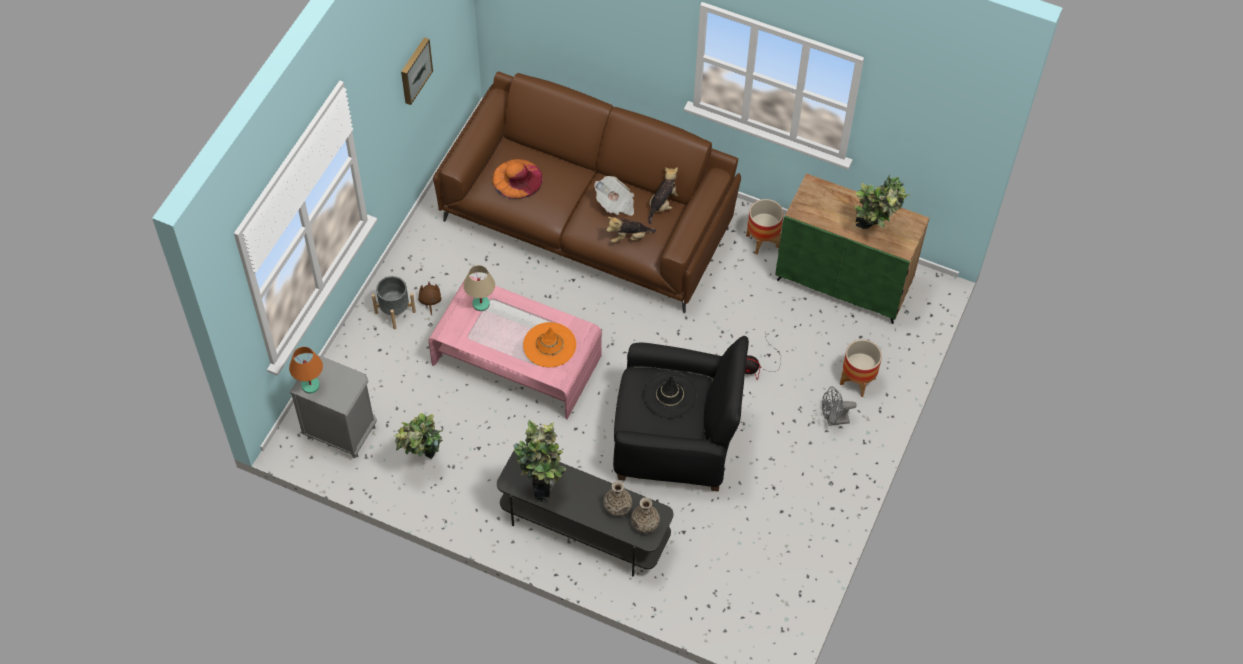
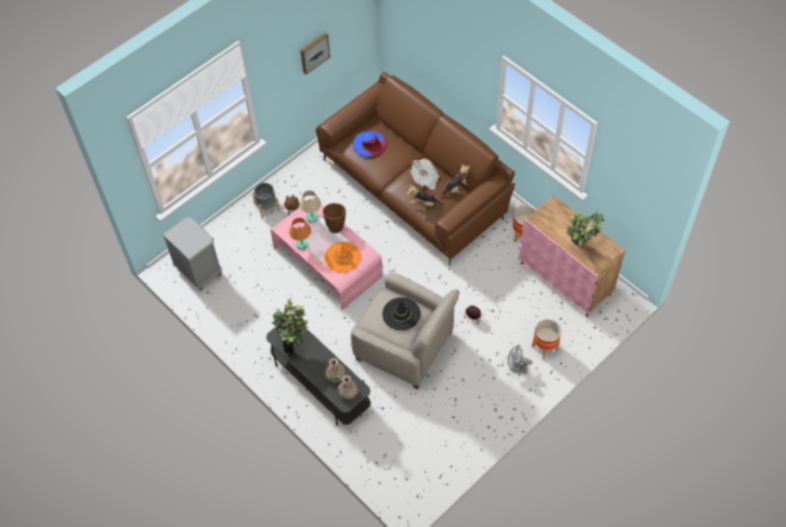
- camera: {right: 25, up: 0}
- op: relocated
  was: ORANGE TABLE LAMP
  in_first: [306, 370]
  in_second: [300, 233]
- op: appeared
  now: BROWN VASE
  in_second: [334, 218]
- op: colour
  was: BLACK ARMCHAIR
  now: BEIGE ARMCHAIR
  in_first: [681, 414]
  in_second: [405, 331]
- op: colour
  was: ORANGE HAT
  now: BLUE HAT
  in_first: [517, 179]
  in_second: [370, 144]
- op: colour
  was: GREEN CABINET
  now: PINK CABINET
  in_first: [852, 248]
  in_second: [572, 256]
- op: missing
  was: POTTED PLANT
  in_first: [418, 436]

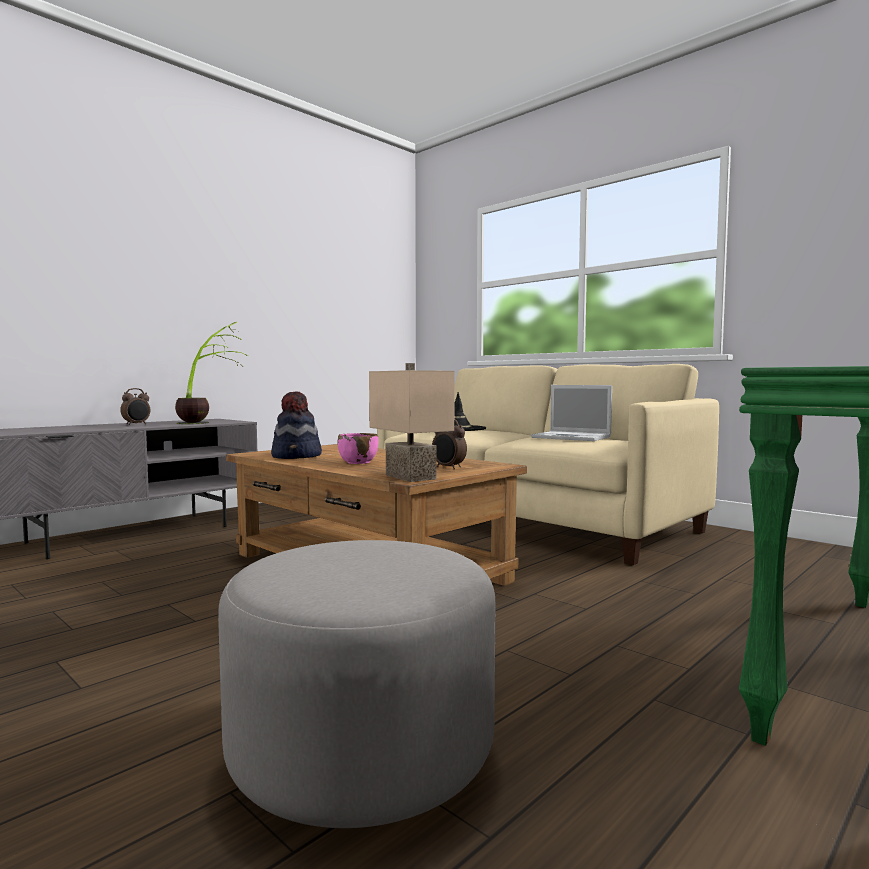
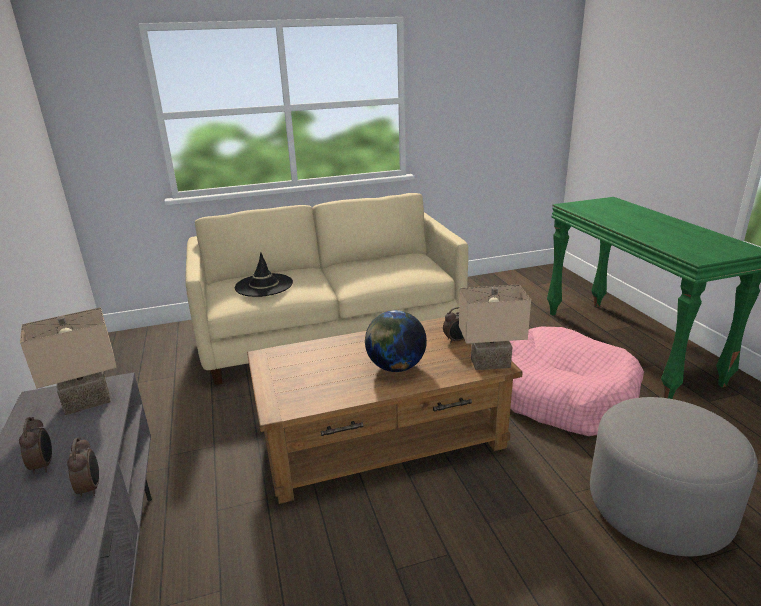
- camera: {right: -60, up: 20}
- op: exchanged
  was: POTTED PLANT
  now: BEIGE TABLE LAMP
  in_first: [211, 373]
  in_second: [68, 361]
- op: appeared
  now: ALARM CLOCK
  in_second: [83, 467]
- op: exchanged
  was: PINK BOWL
  now: GLOBE
  in_first: [358, 448]
  in_second: [396, 341]
- op: appeared
  now: PINK DOG BED
  in_second: [577, 381]
- op: missing
  was: HAT
  in_first: [296, 425]
- op: missing
  was: LAPTOP
  in_first: [571, 413]

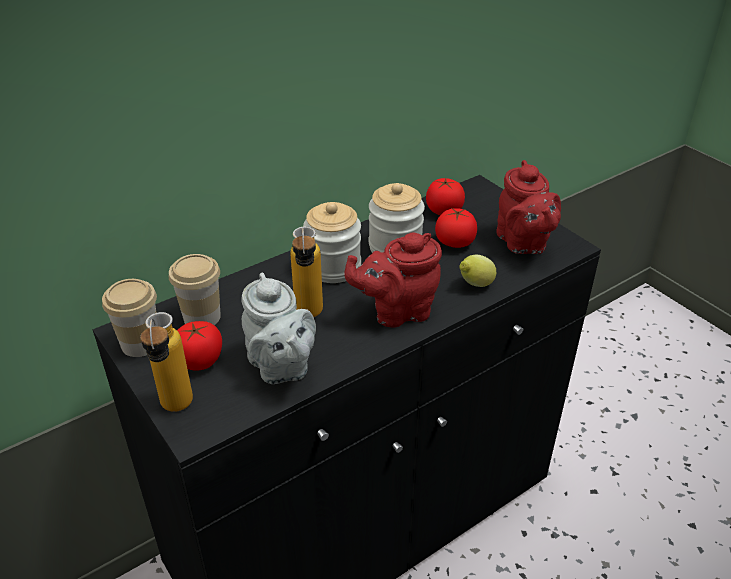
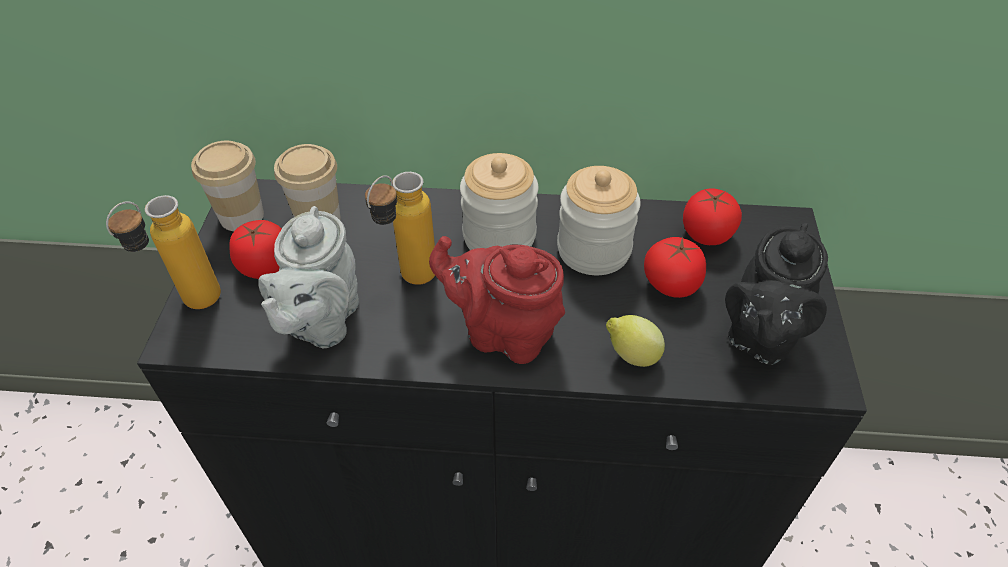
- camera: {right: 40, up: 10}
- op: colour
  was: RED TEAPOT
  now: BLACK TEAPOT
  in_first: [528, 207]
  in_second: [776, 294]

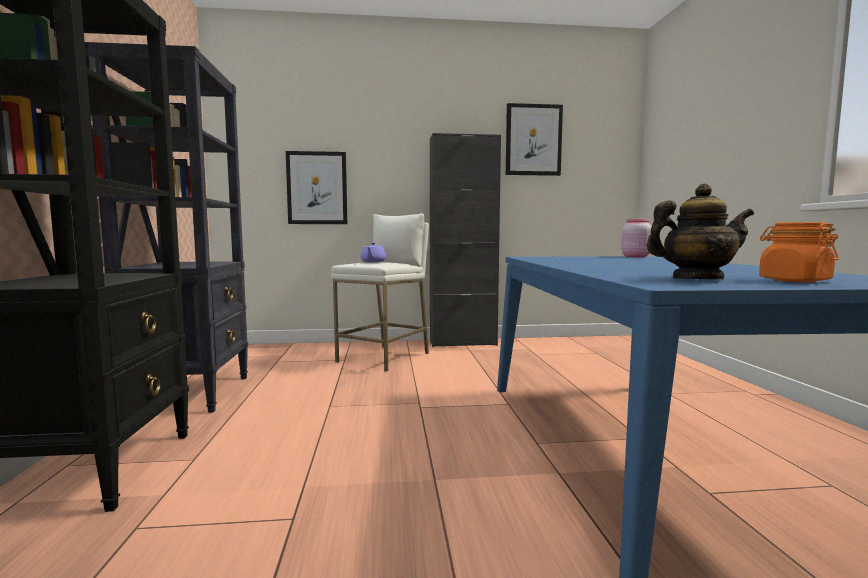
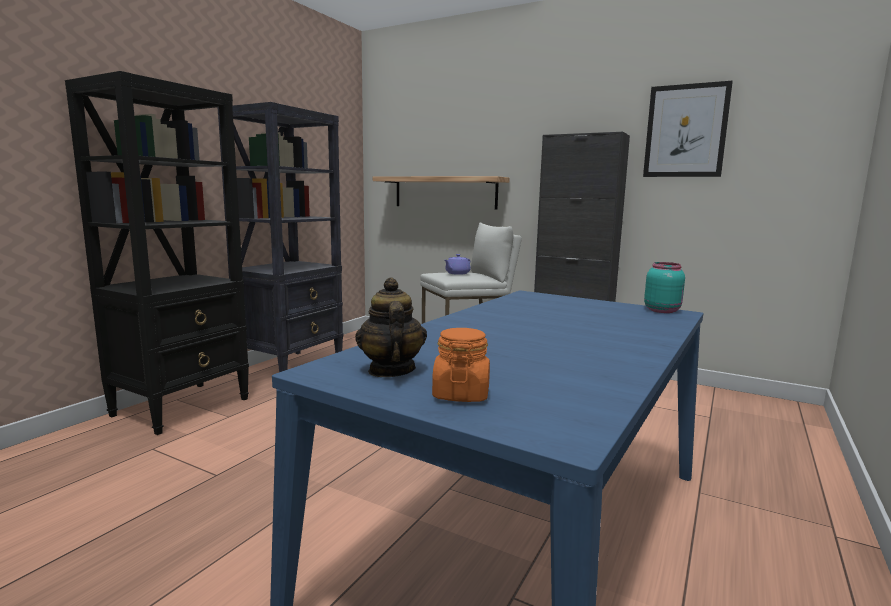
- camera: {right: 35, up: 5}
- op: spun
  was: TEAPOT
  in_first: [700, 231]
  in_second: [391, 327]
  clockwise: -135
- op: exchanged
  was: PICTURE
  now: SHELF
  in_first: [316, 187]
  in_second: [441, 192]
- op: colour
  was: PINK JAR
  now: TURQUOISE JAR
  in_first: [636, 238]
  in_second: [664, 287]

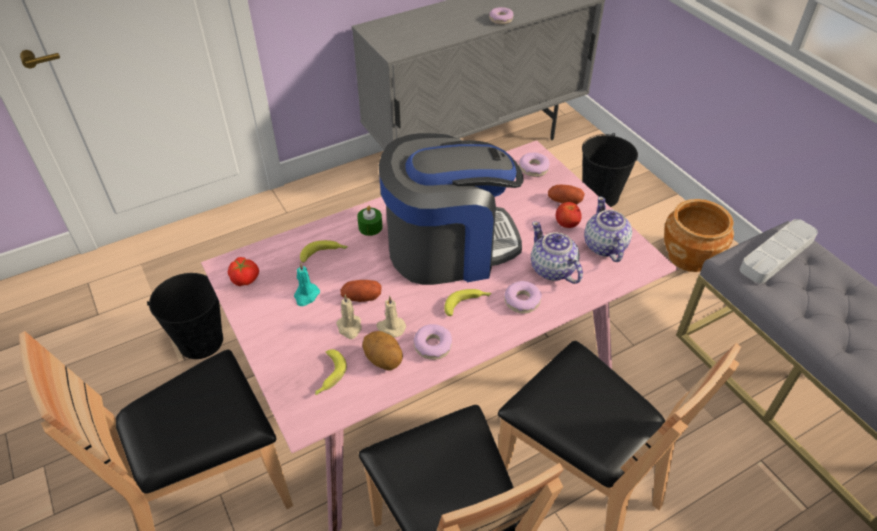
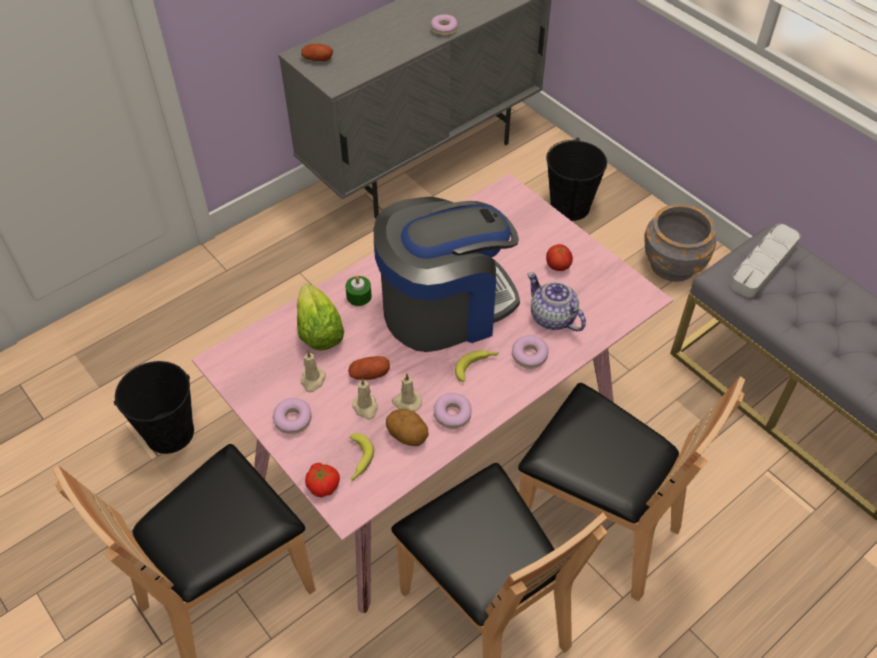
- camera: {right: -10, up: 5}
- op: relocated
  was: DONUT
  in_first: [534, 165]
  in_second: [292, 416]
- op: exchanged
  was: BANANA
  now: LETTUCE
  in_first: [324, 251]
  in_second: [320, 317]
- op: relocated
  was: POTATO
  in_first: [566, 194]
  in_second: [317, 52]
- op: colour
  was: TURQUOISE CANDLE
  now: BEIGE CANDLE
  in_first: [307, 284]
  in_second: [313, 372]
- op: relocated
  was: TOMATO
  in_first: [243, 271]
  in_second: [322, 480]
- op: colour
  was: BROWN PLANTER
  now: GREY PLANTER
  in_first: [699, 235]
  in_second: [680, 243]
- op: missing
  was: TEAPOT
  in_first: [608, 229]

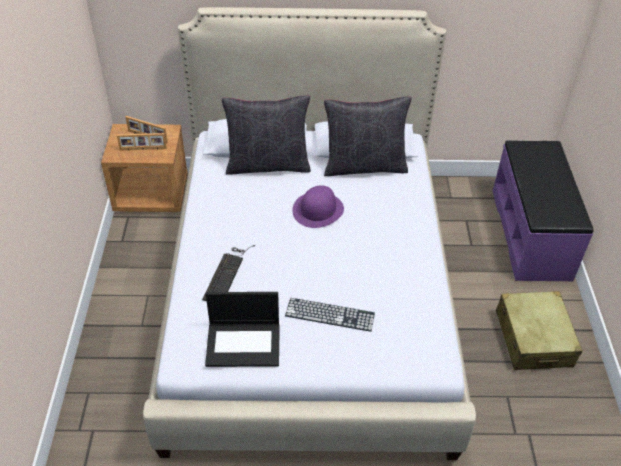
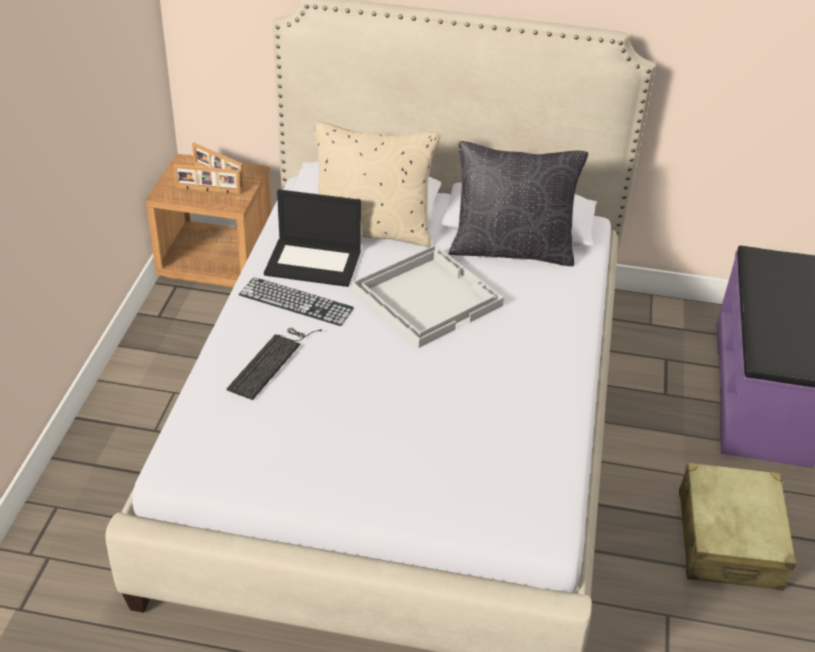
- camera: {right: 10, up: -5}
- op: relocated
  was: KEYBOARD
  in_first: [330, 315]
  in_second: [296, 301]
- op: relocated
  was: LAPTOP
  in_first: [242, 329]
  in_second: [312, 238]
- op: colour
  was: BLACK PILLOW
  now: BEIGE PILLOW
  in_first: [266, 135]
  in_second: [377, 184]
- op: exchanged
  was: PURPLE HAT
  now: WHITE TRAY
  in_first: [318, 206]
  in_second: [428, 296]

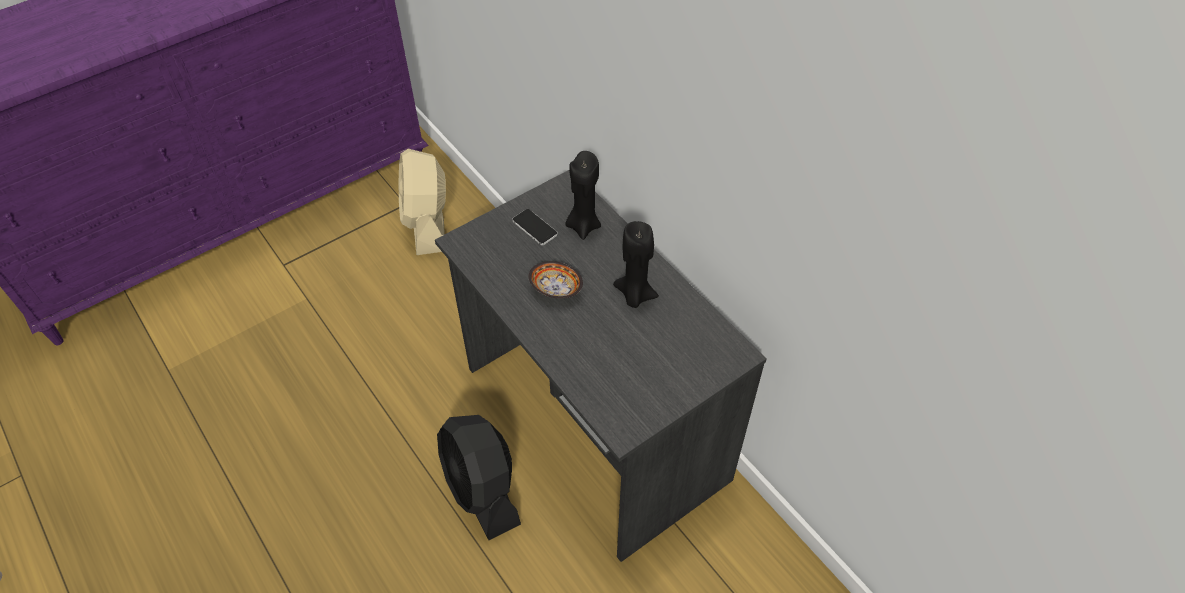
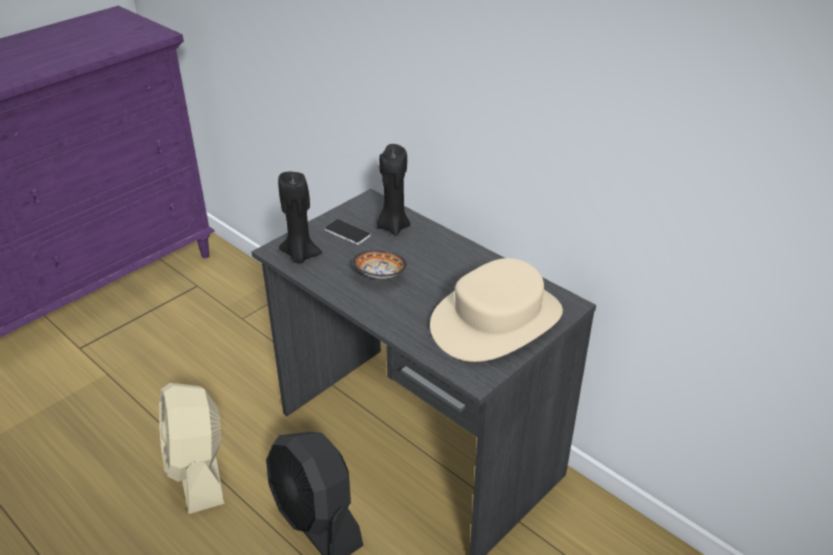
- camera: {right: -10, up: -15}
- op: relocated
  was: BEIGE FAN
  in_first: [422, 202]
  in_second: [191, 448]
- op: relocated
  was: BLACK CANDLE
  in_first: [636, 264]
  in_second: [300, 217]
- op: appeared
  now: BEIGE HAT
  in_second: [496, 310]

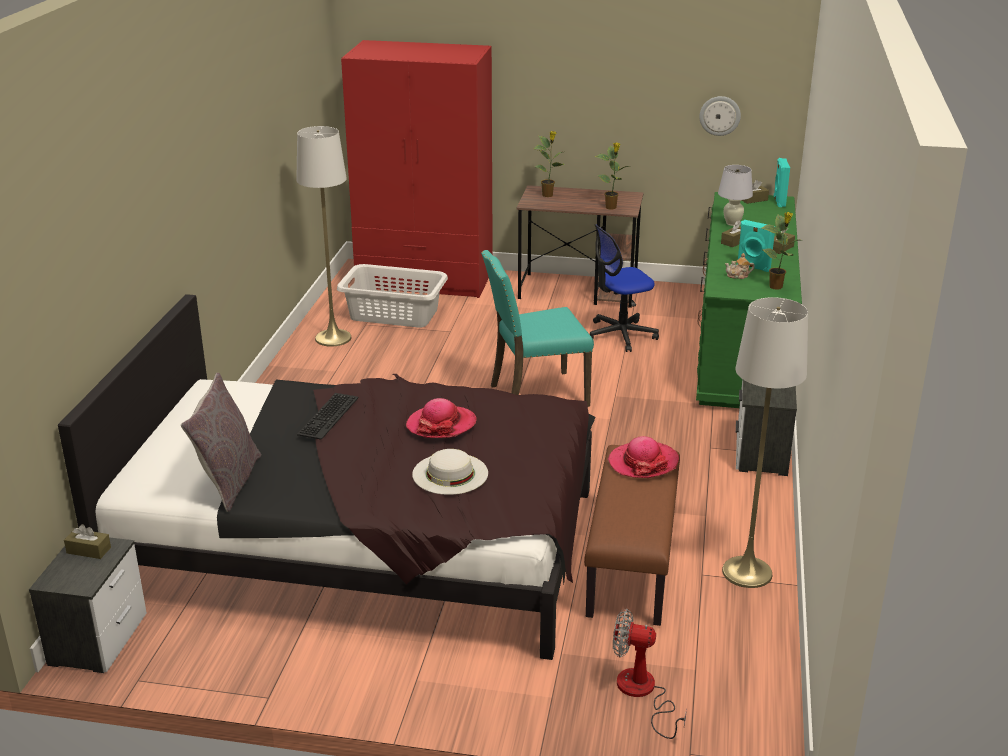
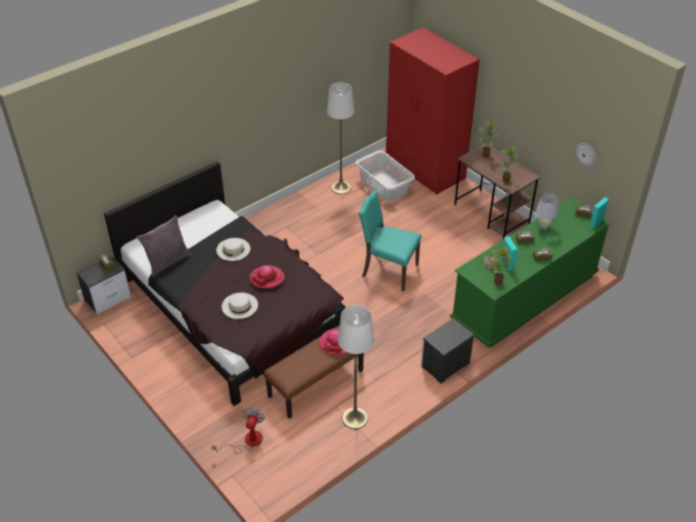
- camera: {right: 40, up: 15}
- op: spun
  was: FAN
  in_first: [650, 674]
  in_second: [238, 431]
  clockwise: 45
- op: exchanged
  was: KEYBOARD
  now: WHITE HAT
  in_first: [328, 416]
  in_second: [233, 249]
- op: missing
  was: OFFICE CHAIR
  in_first: [624, 288]

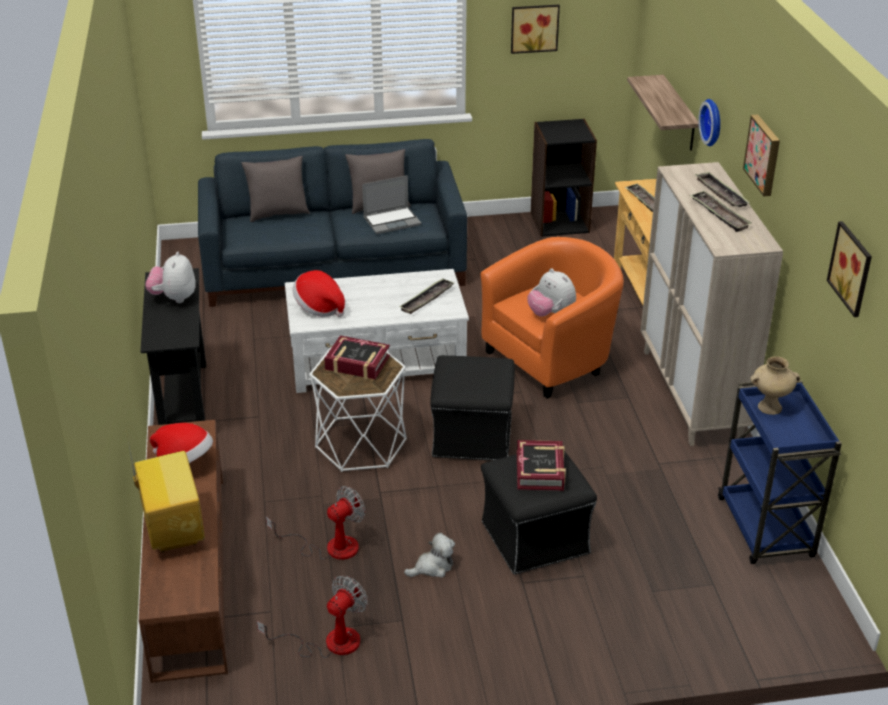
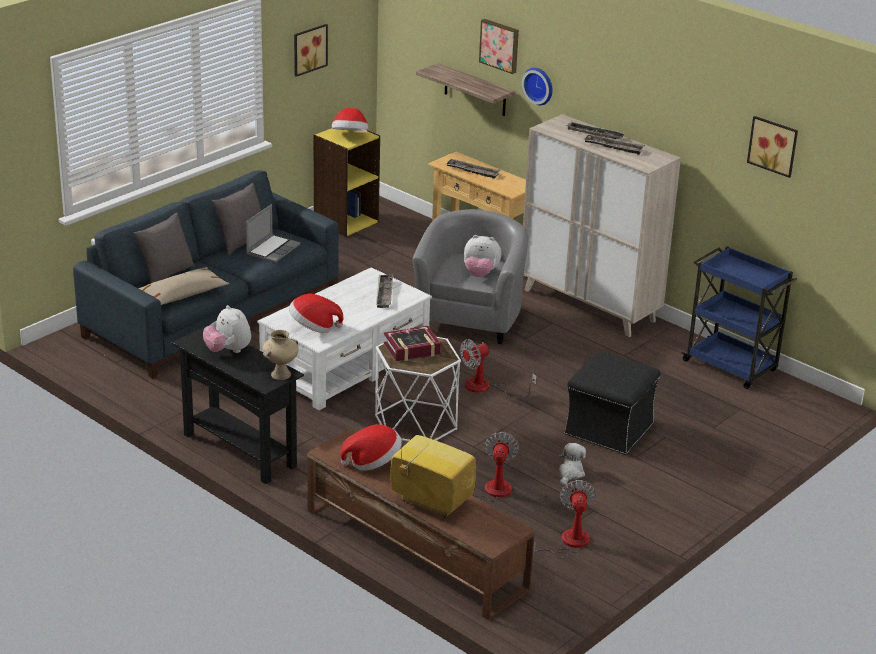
- camera: {right: -40, up: -5}
- op: appeared
  now: BEIGE PILLOW
  in_second: [184, 286]
- op: relocated
  was: BEIGE VASE
  in_first: [775, 385]
  in_second: [280, 355]
- op: colour
  was: BLACK BOOKCASE
  now: YELLOW BOOKCASE
  in_first: [564, 178]
  in_second: [346, 182]
- op: appeared
  now: HAT
  in_second: [350, 119]
- op: colour
  was: ORANGE ARMCHAIR
  now: GREY ARMCHAIR
  in_first: [552, 318]
  in_second: [471, 276]
- op: exchanged
  was: BLACK OTTOMAN
  now: FAN
  in_first: [472, 408]
  in_second: [498, 369]
- op: relocated
  was: PICTURE
  in_first: [761, 155]
  in_second: [499, 46]
- op: missing
  was: BOOK
  in_first: [541, 465]

